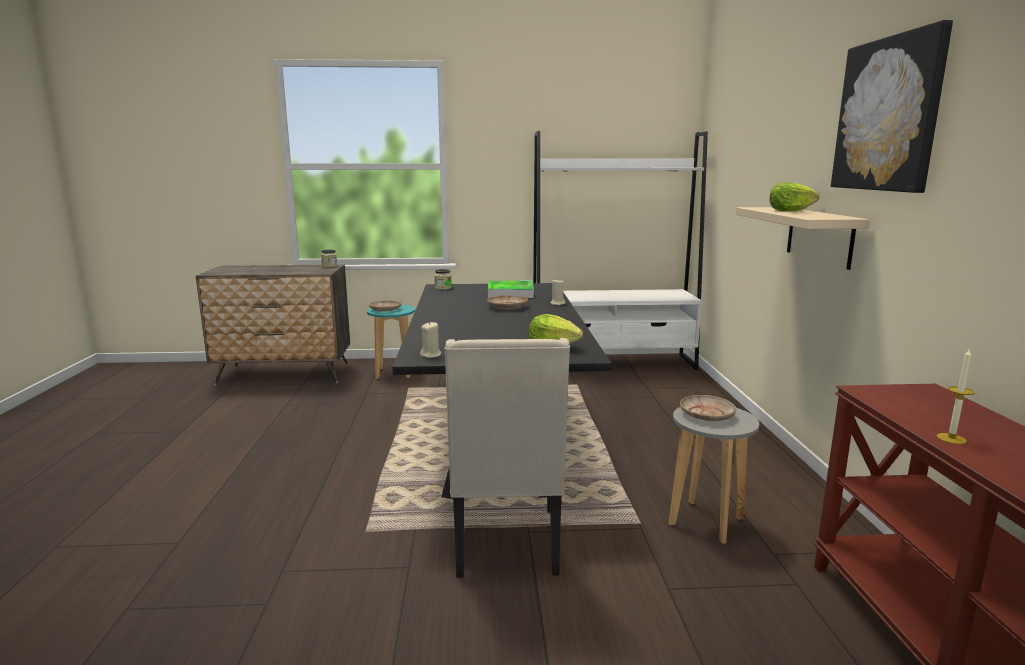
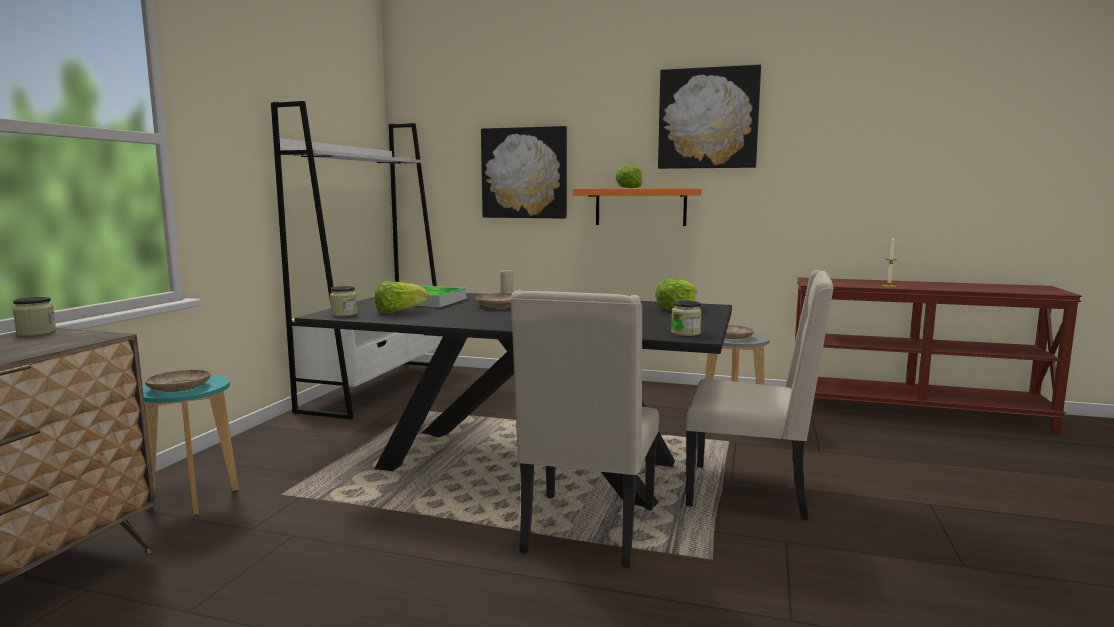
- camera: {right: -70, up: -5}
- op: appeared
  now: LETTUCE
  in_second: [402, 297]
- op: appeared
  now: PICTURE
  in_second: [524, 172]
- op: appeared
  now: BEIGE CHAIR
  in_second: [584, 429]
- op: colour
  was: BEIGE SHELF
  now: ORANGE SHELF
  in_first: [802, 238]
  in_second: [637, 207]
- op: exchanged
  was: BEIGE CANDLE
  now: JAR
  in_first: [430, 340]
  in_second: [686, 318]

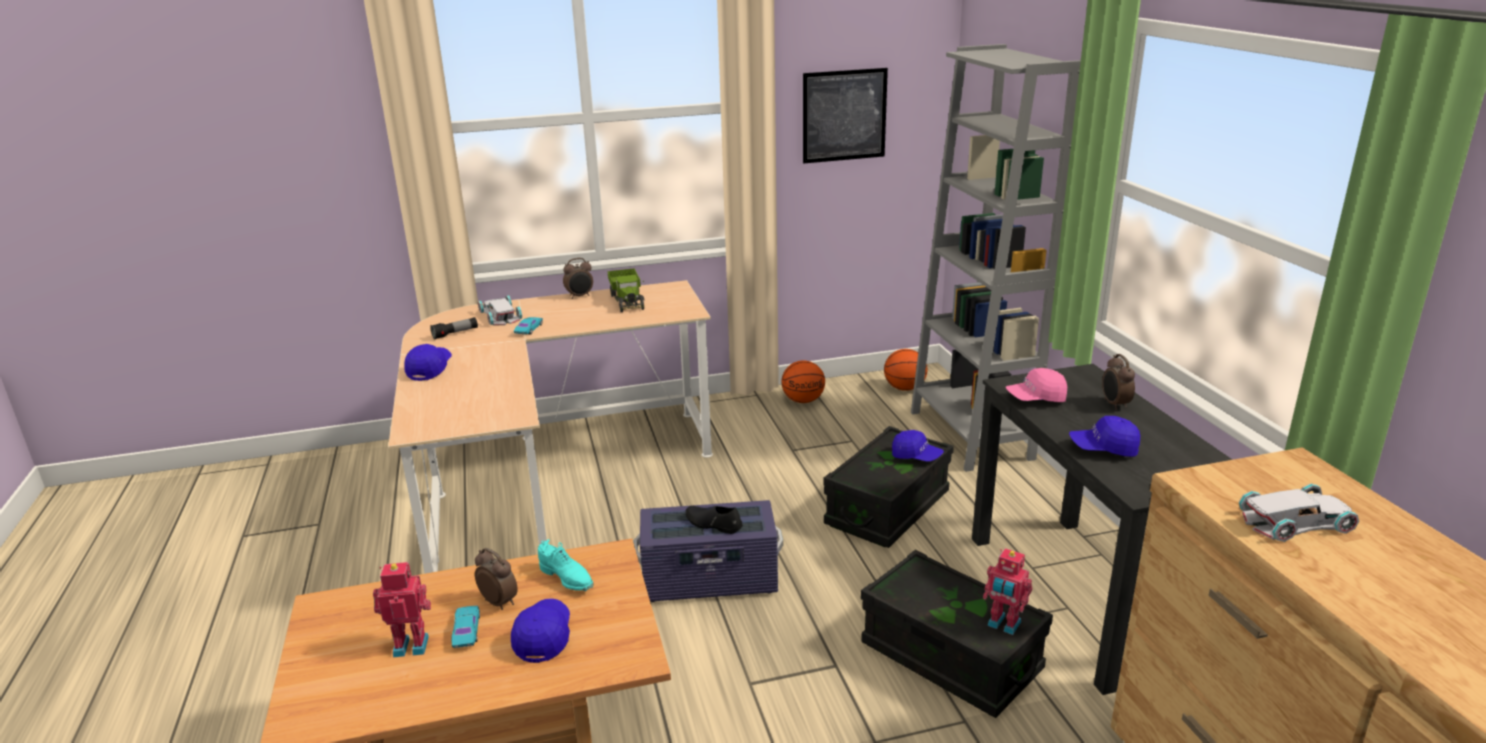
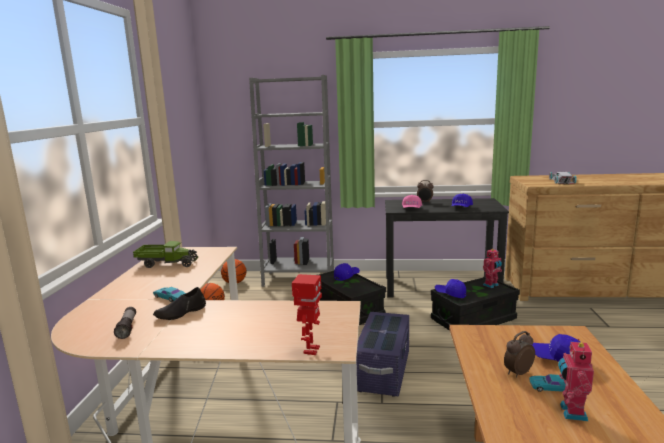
- camera: {right: -70, up: -10}
- op: relocated
  was: BLACK SHOE
  in_first: [714, 520]
  in_second: [179, 303]
- op: appeared
  now: TOY ROBOT
  in_second: [307, 314]
- op: relocated
  was: BLUE CAP
  in_first: [428, 362]
  in_second: [450, 288]
- op: missing
  was: WHITE TOY CAR
  in_first: [500, 310]
- op: missing
  was: TURQUOISE SHOE
  in_first: [566, 565]
- op: missing
  was: ALARM CLOCK
  in_first: [578, 278]
- op: missing
  was: PICTURE
  in_first: [845, 115]

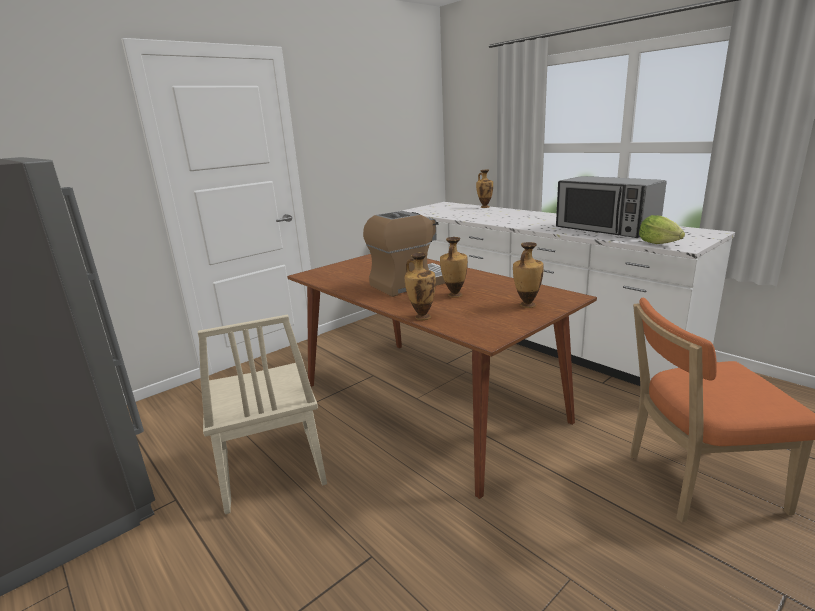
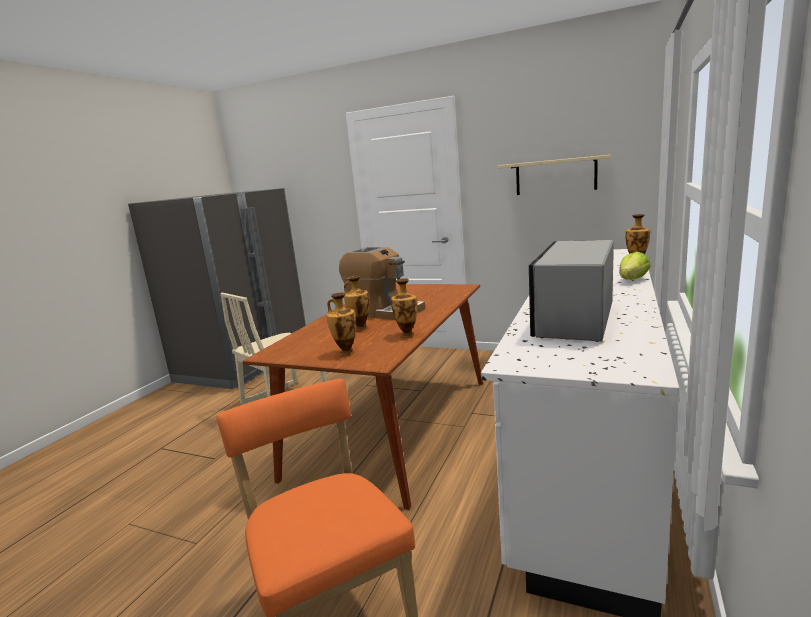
- camera: {right: 65, up: -5}
- op: relocated
  was: VASE
  in_first: [420, 286]
  in_second: [404, 307]
- op: appeared
  now: BEIGE SHELF
  in_second: [554, 175]
- op: relocated
  was: LETTUCE
  in_first: [662, 229]
  in_second: [635, 265]

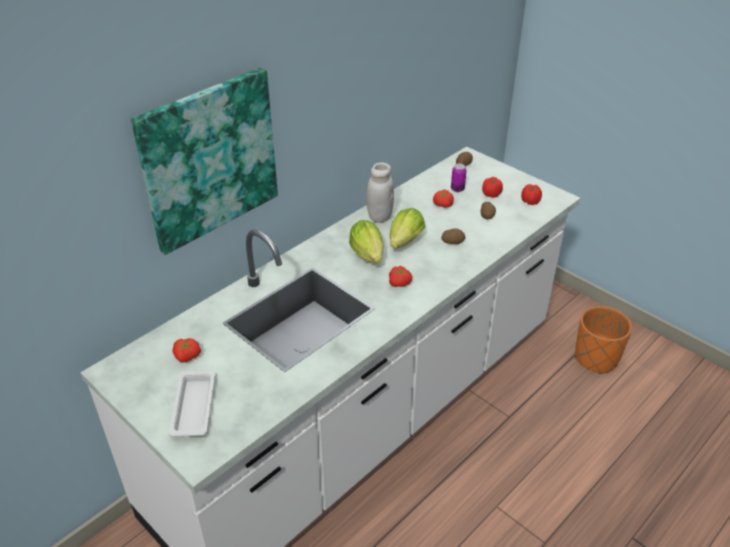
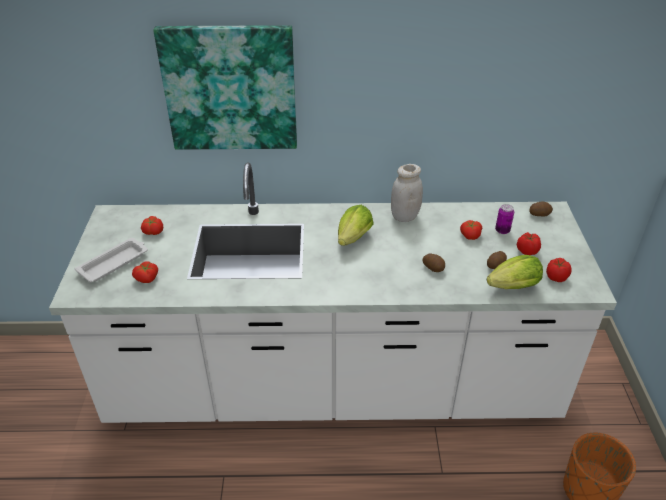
- camera: {right: 45, up: 0}
- op: relocated
  was: TOMATO
  in_first: [400, 276]
  in_second: [145, 272]
- op: relocated
  was: LETTUCE
  in_first: [407, 228]
  in_second: [515, 272]

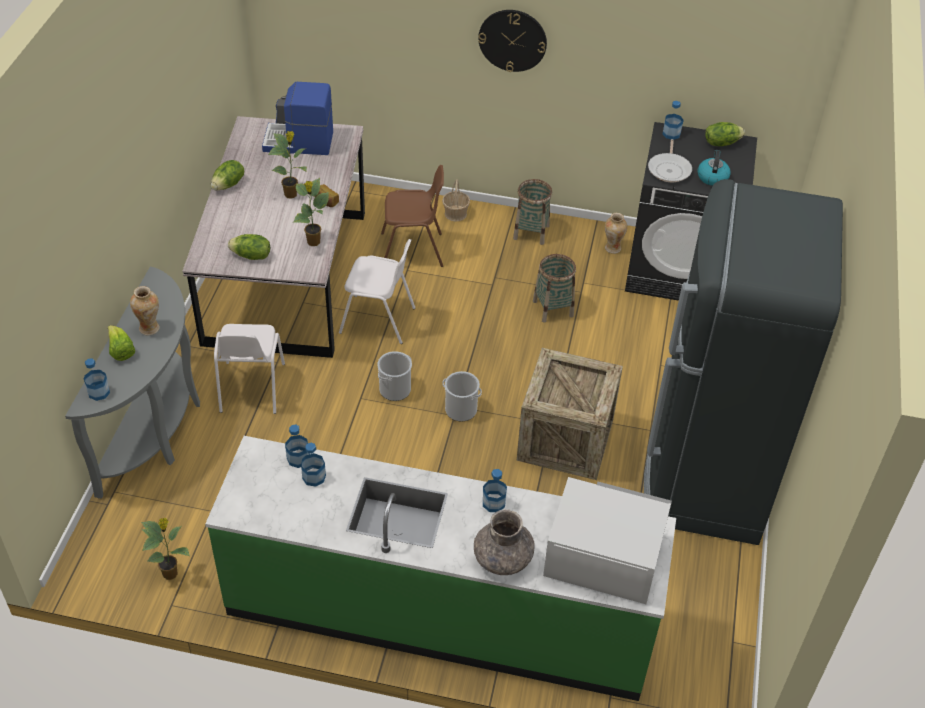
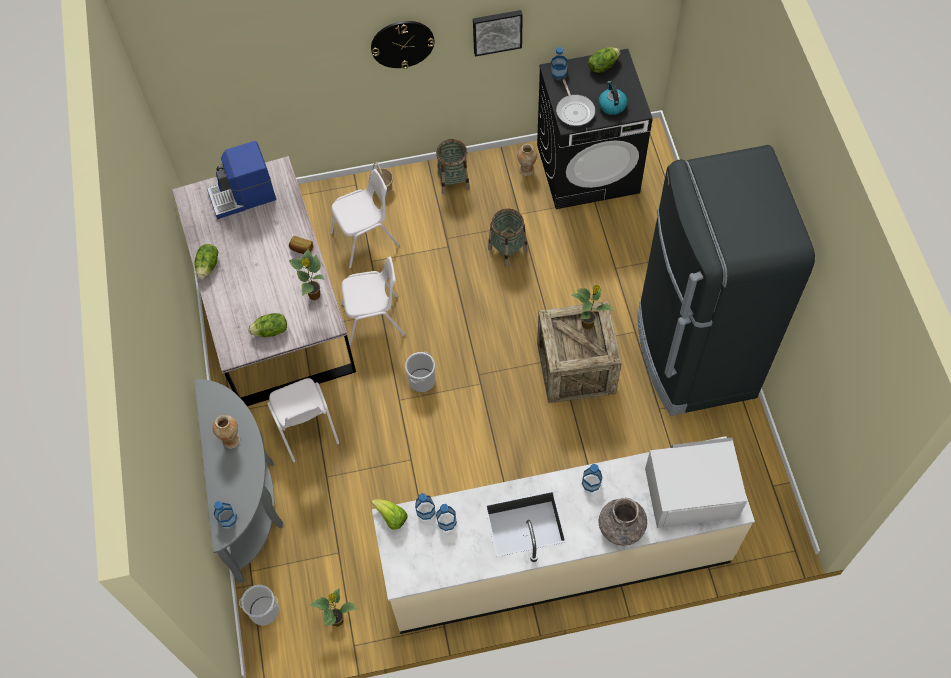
- camera: {right: -20, up: 15}
- op: relocated
  was: BUCKET
  in_first: [462, 396]
  in_second: [259, 605]
- op: colour
  was: BROWN CHAIR
  now: WHITE CHAIR
  in_first: [412, 216]
  in_second: [364, 219]
- op: relocated
  was: LETTUCE
  in_first: [121, 343]
  in_second: [389, 514]
- op: colour
  was: GREEN COUNTER
  now: BEIGE COUNTER
  in_first: [440, 568]
  in_second: [563, 535]
- op: appeared
  now: PICTURE
  in_second: [498, 33]
- op: relocated
  was: POTTED PLANT
  in_first: [287, 165]
  in_second: [593, 307]

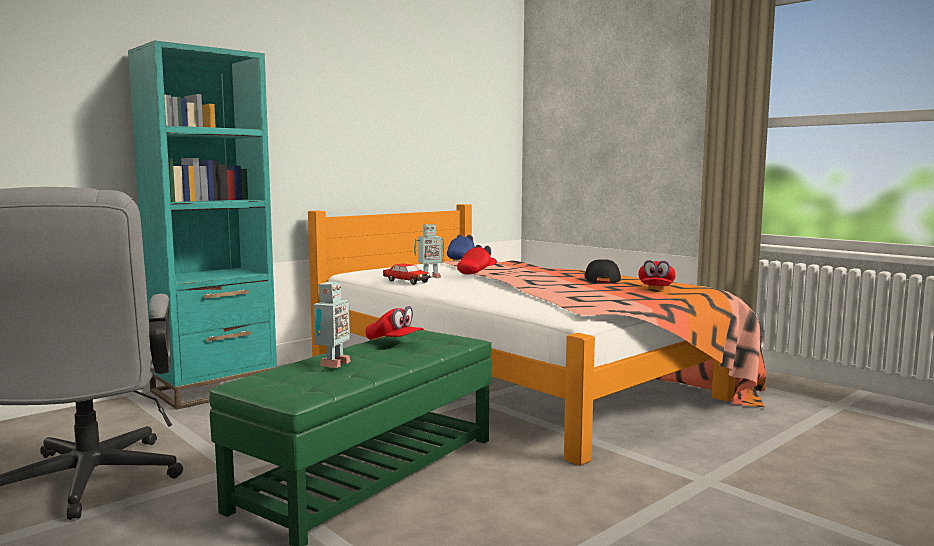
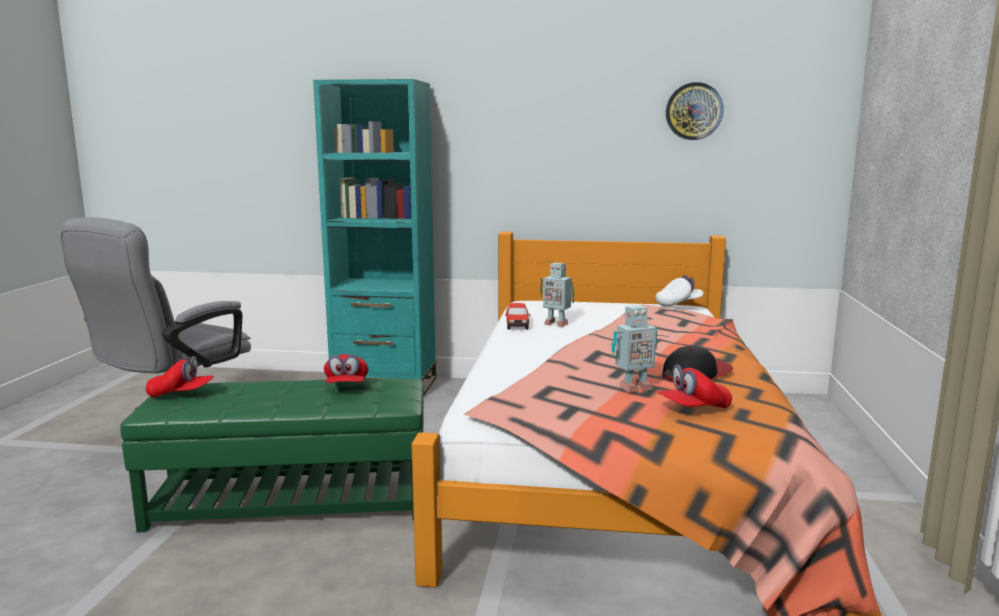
- camera: {right: 50, up: 5}
- op: relocated
  was: RED CAP
  in_first: [477, 259]
  in_second: [180, 377]
- op: relocated
  was: TOY ROBOT
  in_first: [332, 325]
  in_second: [634, 349]
- op: colour
  was: BLUE CAP
  now: WHITE CAP
  in_first: [461, 247]
  in_second: [679, 291]
- op: appeared
  now: WALL CLOCK
  in_second: [695, 111]

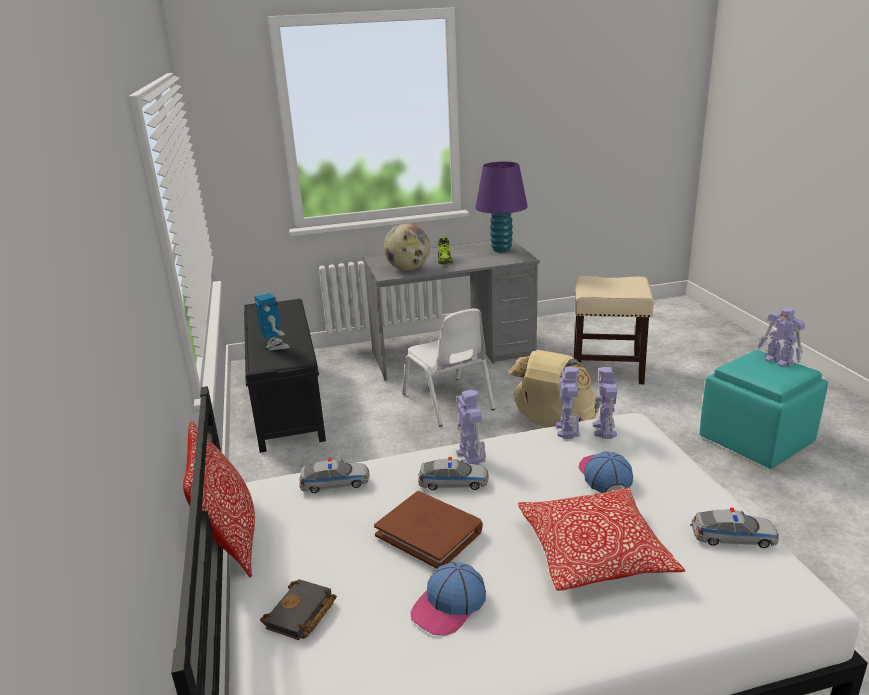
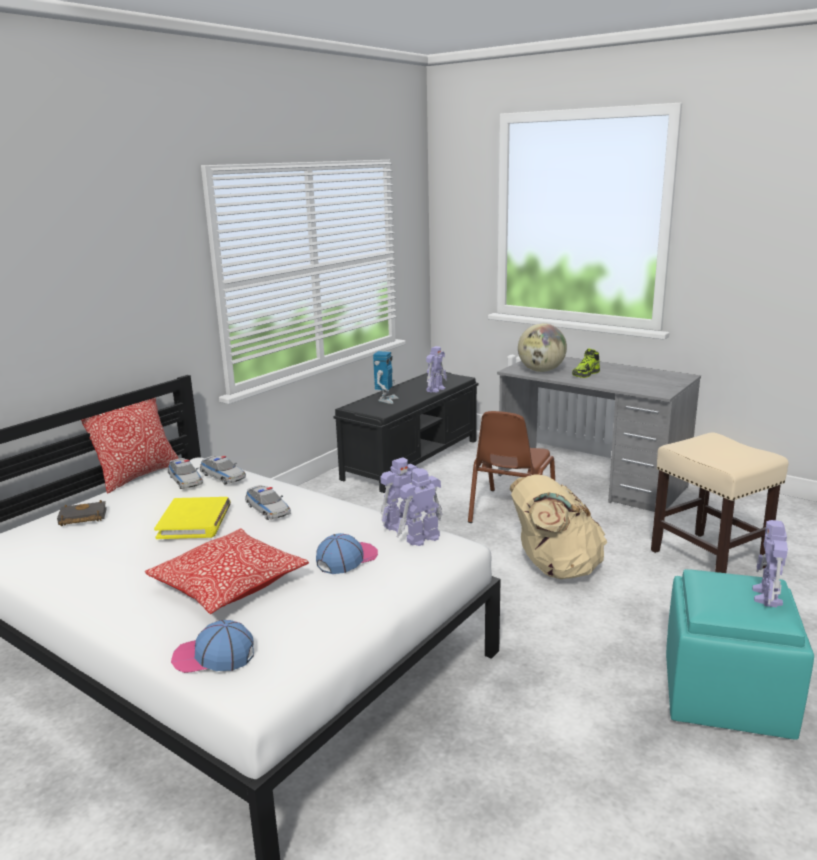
- camera: {right: 50, up: -5}
- op: colour
  was: BROWN BOOK
  now: YELLOW BOOK
  in_first: [428, 530]
  in_second: [192, 518]
- op: relocated
  was: TOY CAR
  in_first: [734, 527]
  in_second: [185, 473]
- op: relocated
  was: CAP
  in_first: [448, 599]
  in_second: [212, 646]
- op: relocated
  was: TOY ROBOT
  in_first: [471, 427]
  in_second: [436, 369]
- op: colour
  was: WHITE CHAIR
  now: BROWN CHAIR
  in_first: [448, 367]
  in_second: [511, 467]
- op: missing
  was: PURPLE TABLE LAMP
  in_first: [501, 207]

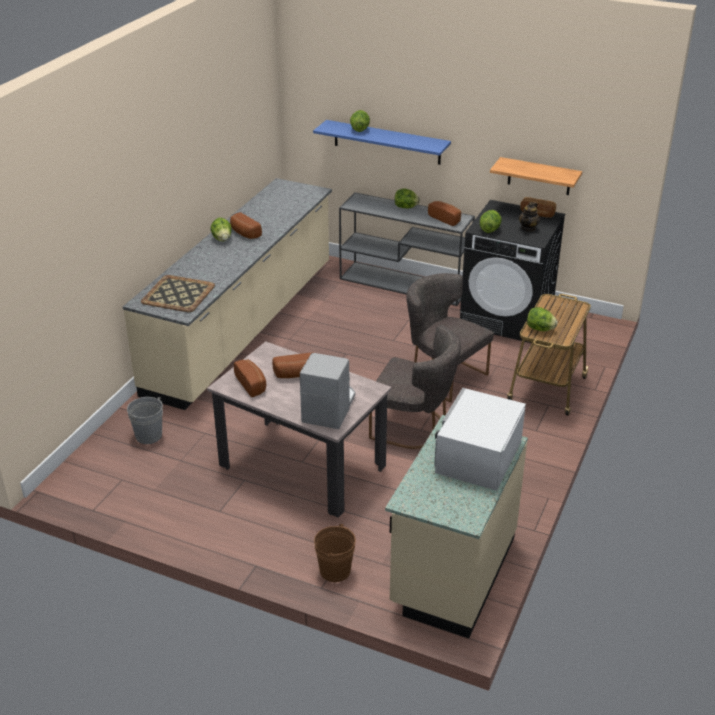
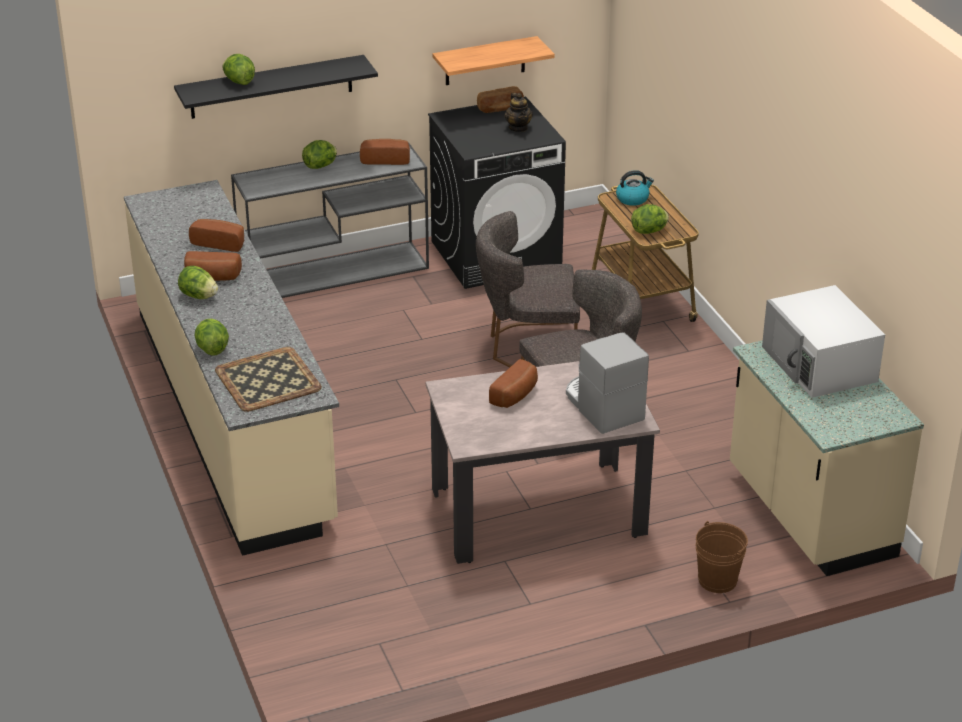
- camera: {right: -45, up: 0}
- op: colour
  was: BLUE SHELF
  now: BLACK SHELF
  in_first: [382, 142]
  in_second: [276, 87]
- op: relocated
  was: BREAD
  in_first: [250, 378]
  in_second: [216, 235]
- op: relocated
  was: LETTUCE
  in_first: [491, 221]
  in_second: [212, 337]
- op: appeared
  now: KETTLE
  in_second: [635, 188]
- op: missing
  was: GREY BUCKET
  in_first: [145, 420]

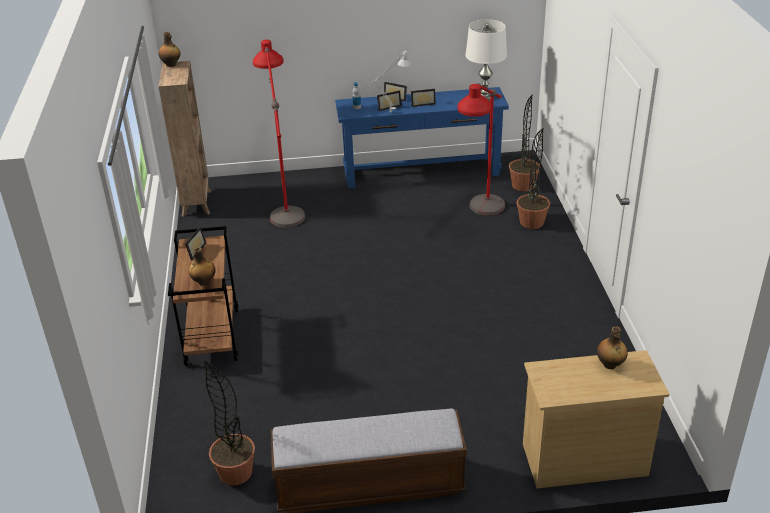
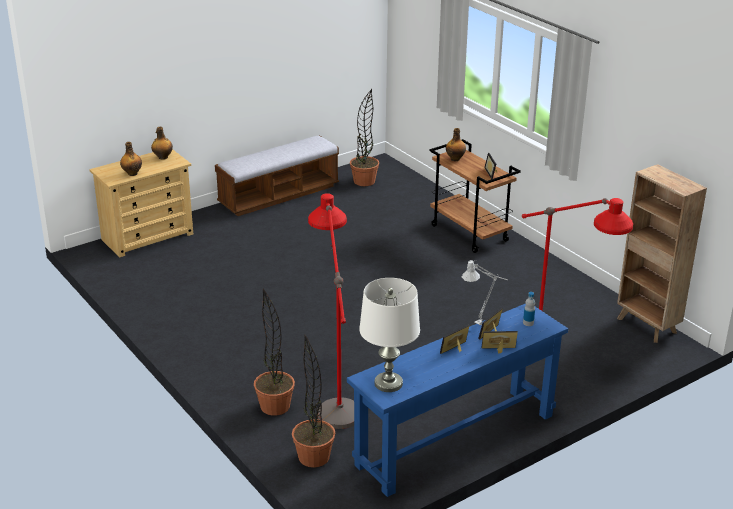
- camera: {right: 150, up: -5}
- op: relocated
  was: BOTTLE
  in_first: [169, 49]
  in_second: [162, 143]

